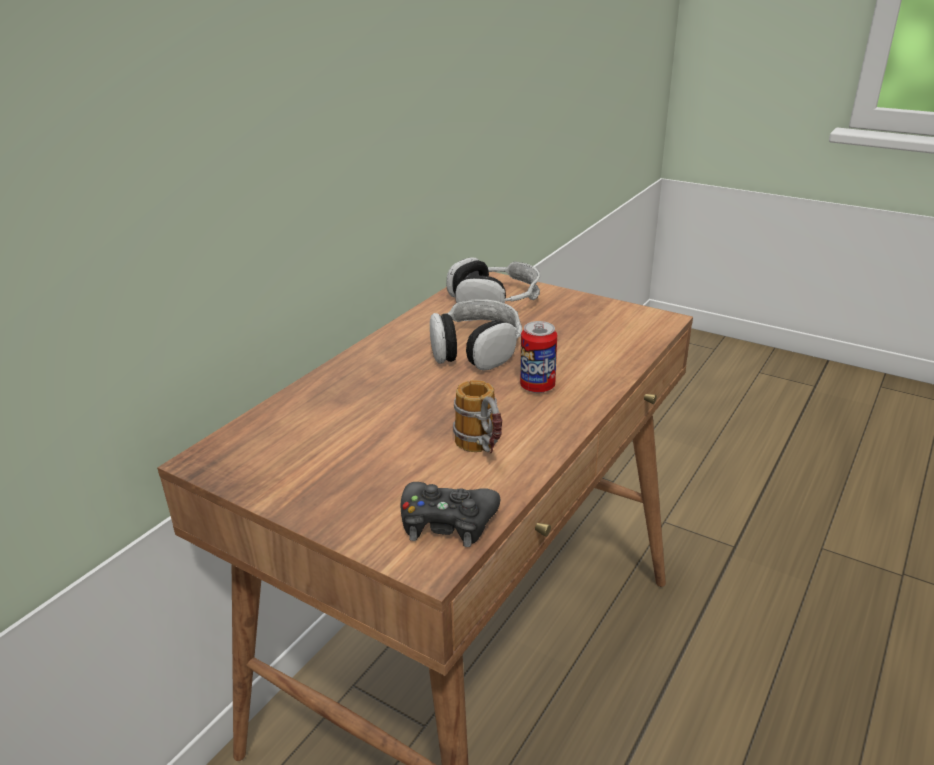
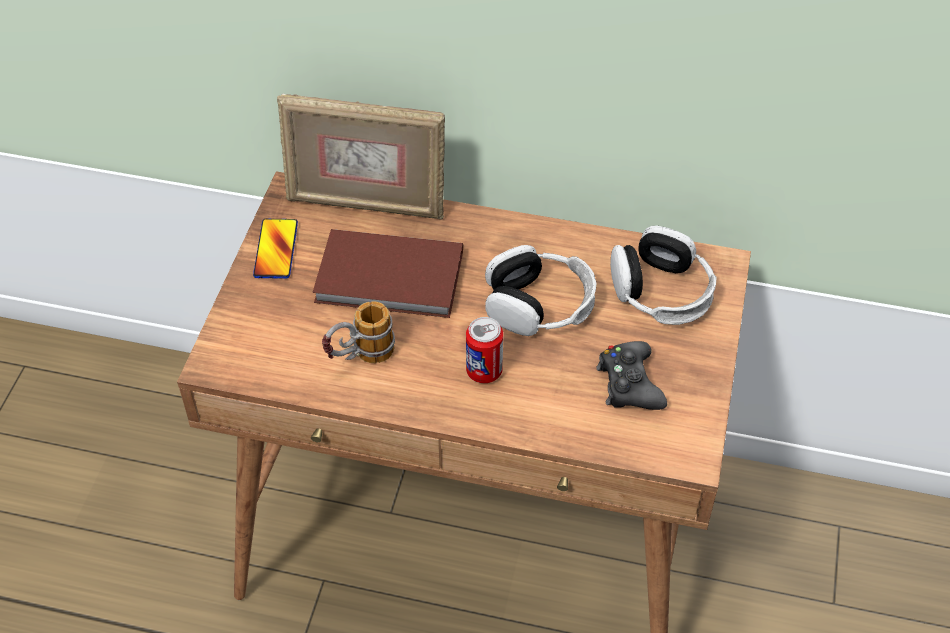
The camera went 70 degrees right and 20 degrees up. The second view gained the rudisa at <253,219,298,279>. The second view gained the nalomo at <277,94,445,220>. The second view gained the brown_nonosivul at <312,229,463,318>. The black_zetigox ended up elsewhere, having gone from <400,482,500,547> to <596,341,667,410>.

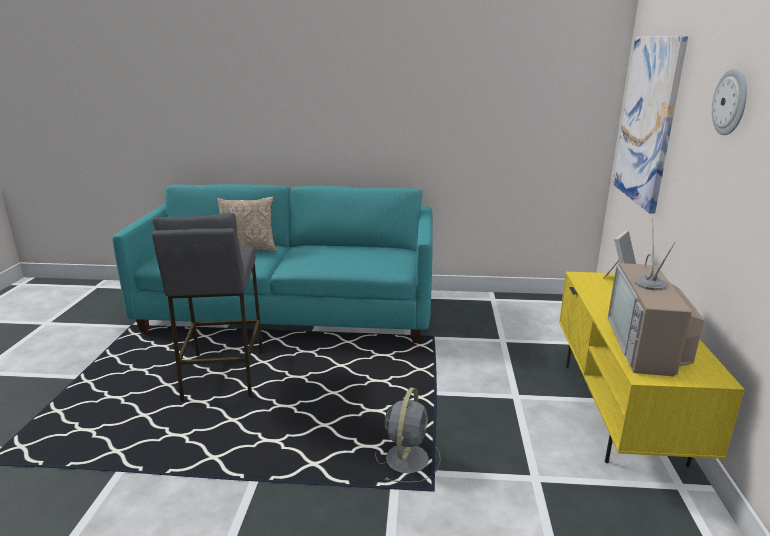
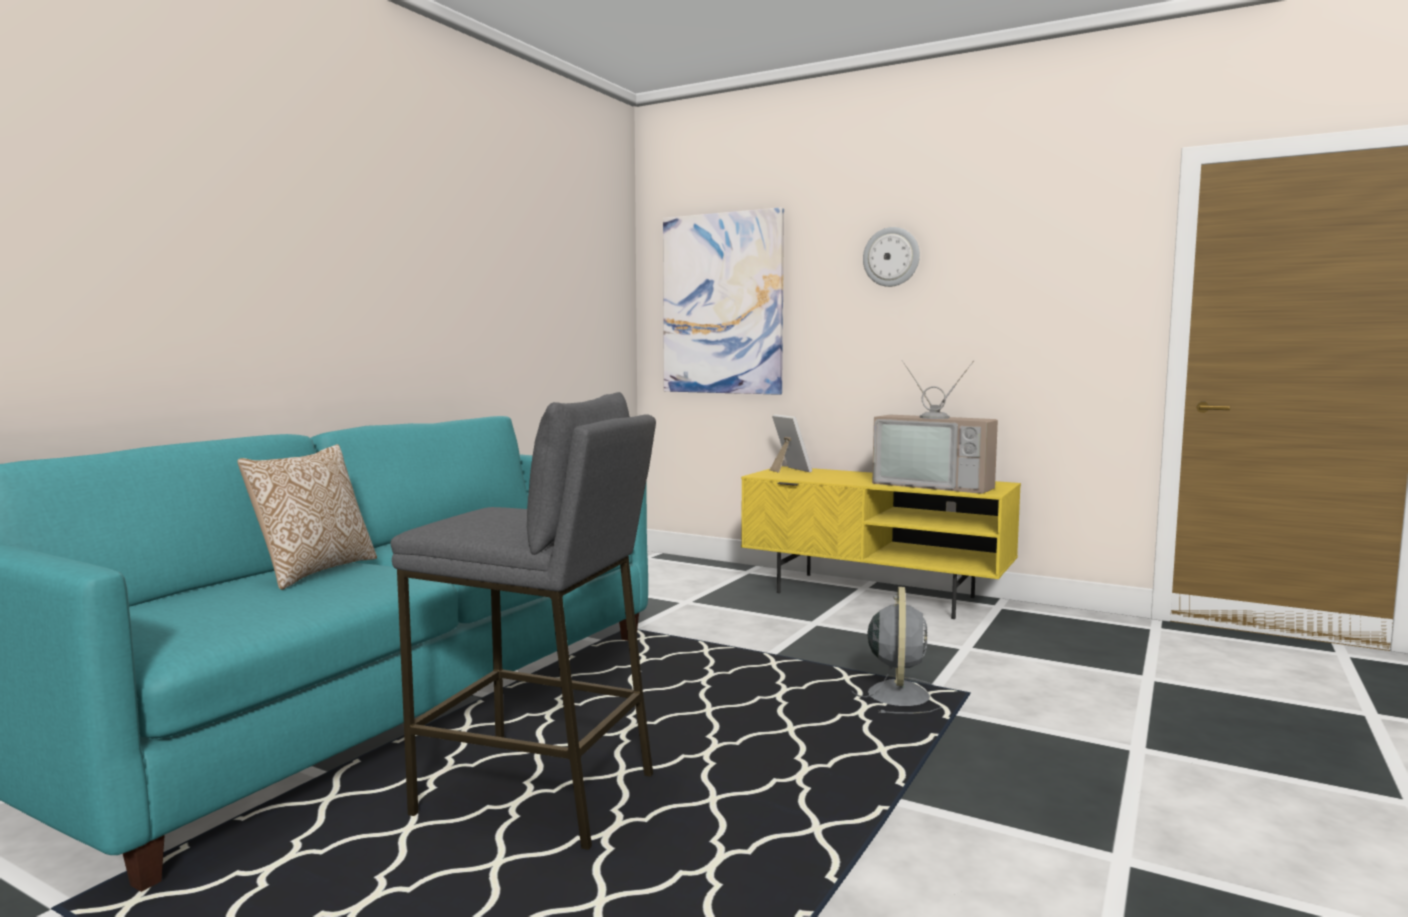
The camera went 65 degrees left and 15 degrees down. The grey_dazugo at <375,387,441,483> ended up facing another way, 60 degrees clockwise from before.

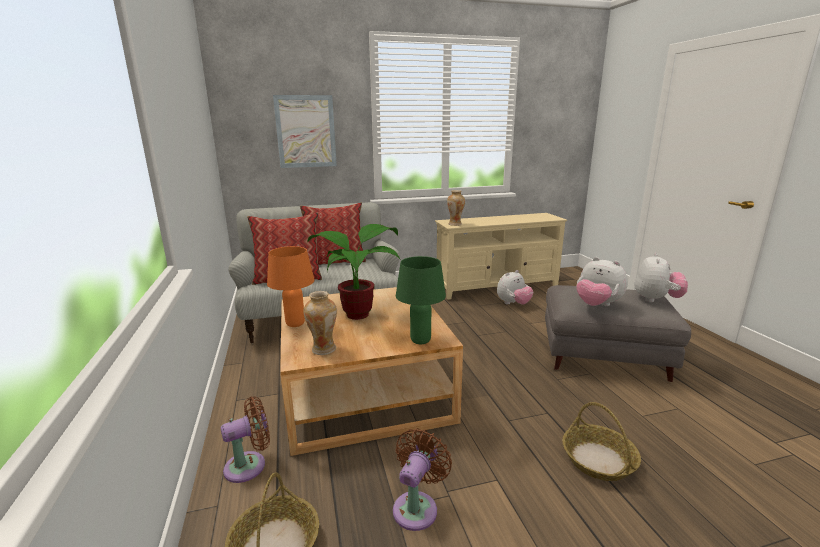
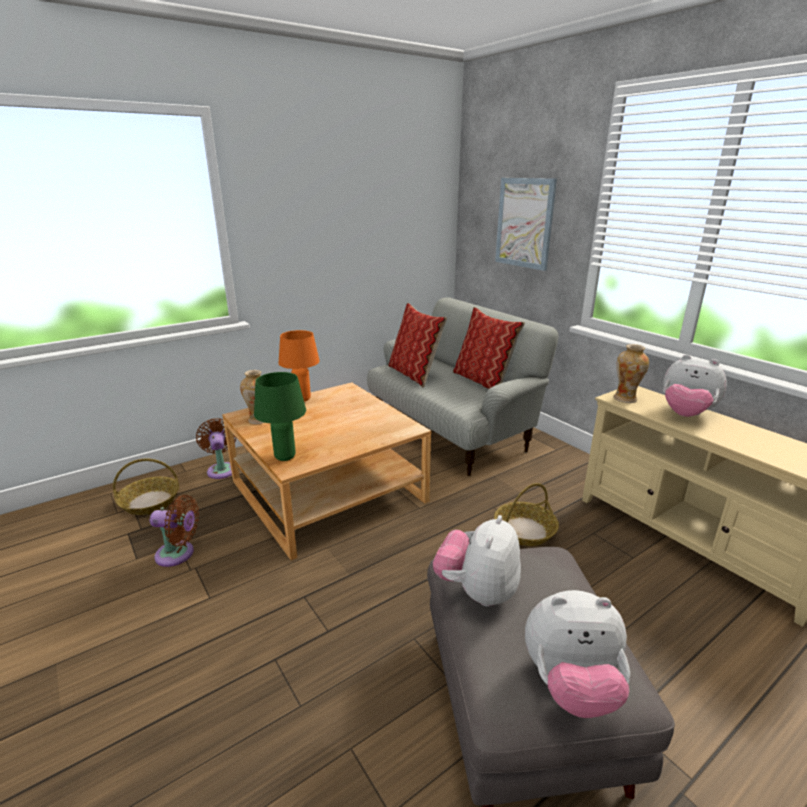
The camera went 70 degrees right and 5 degrees up. The second view lost the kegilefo at <307,224,401,320>. The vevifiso ended up elsewhere, having gone from <497,270,533,305> to <663,355,727,417>. The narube ended up elsewhere, having gone from <562,402,641,481> to <494,483,559,546>. The brown_dazugo at <221,396,270,483> ended up facing another way, 150 degrees counterclockwise from before.

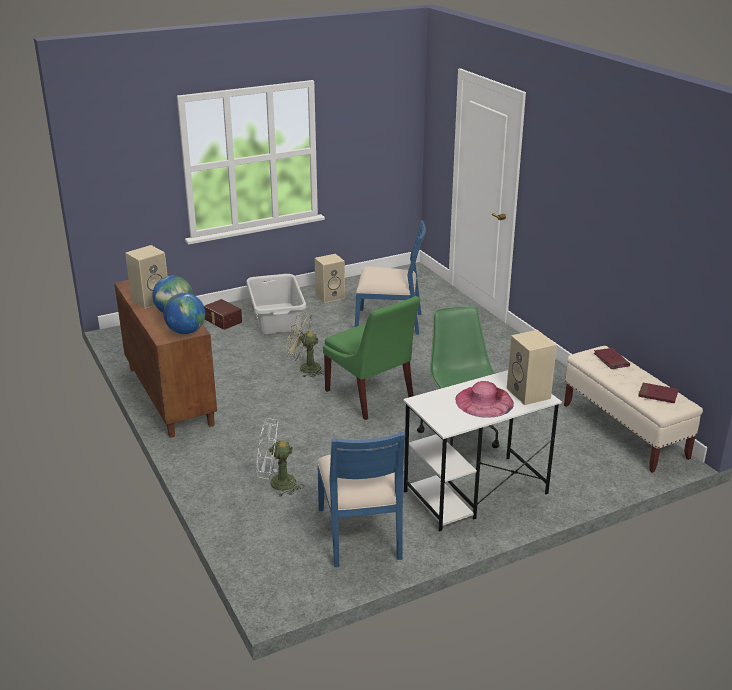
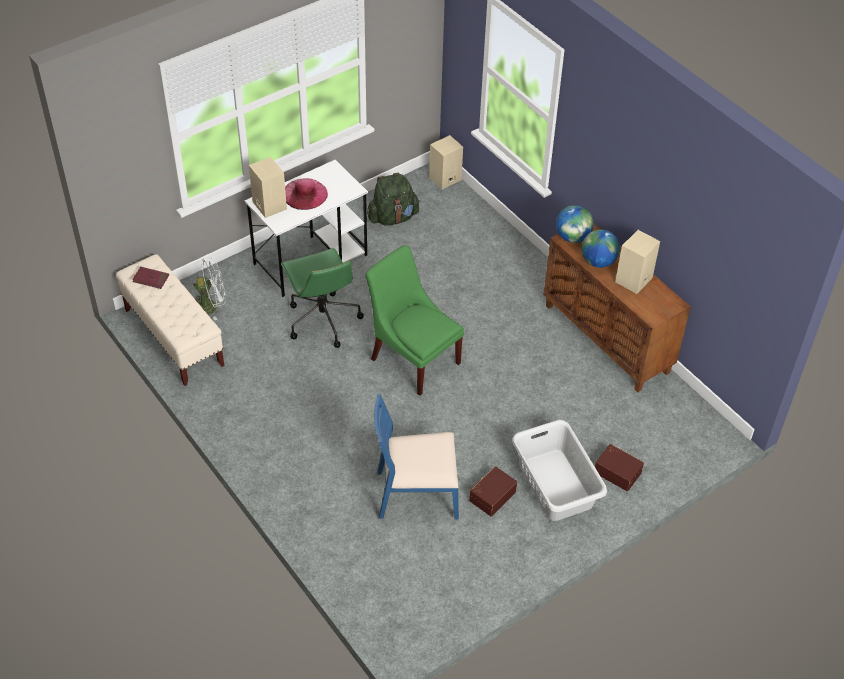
The camera went 170 degrees right and 20 degrees up. The second view lost the green_dazugo at <286,313,325,377>. The second view lost the red_nonosivul at <594,348,630,369>. The second view gained the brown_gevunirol at <469,466,517,517>. The white_dazugo ended up elsewhere, having gone from <257,418,302,497> to <193,258,225,320>. The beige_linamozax ended up elsewhere, having gone from <315,254,345,303> to <429,135,463,189>. Where the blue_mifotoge stood at <317,432,405,567>, the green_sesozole came to stand at <367,173,420,226>.

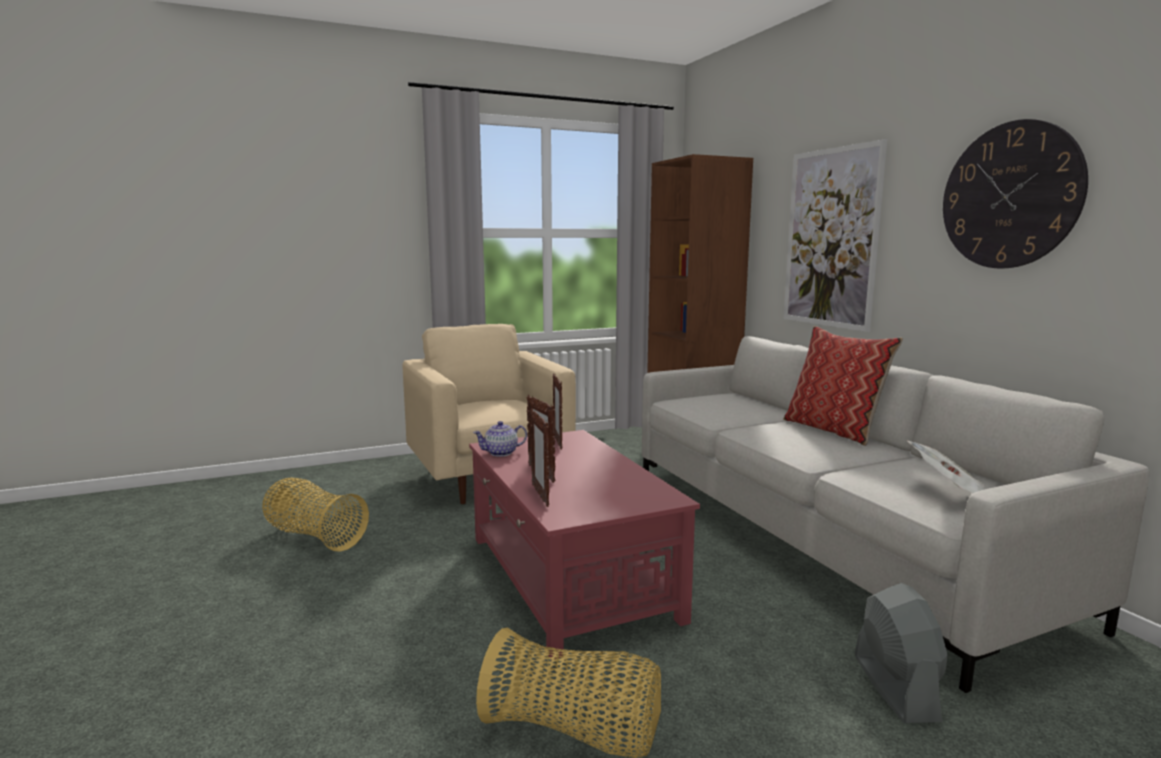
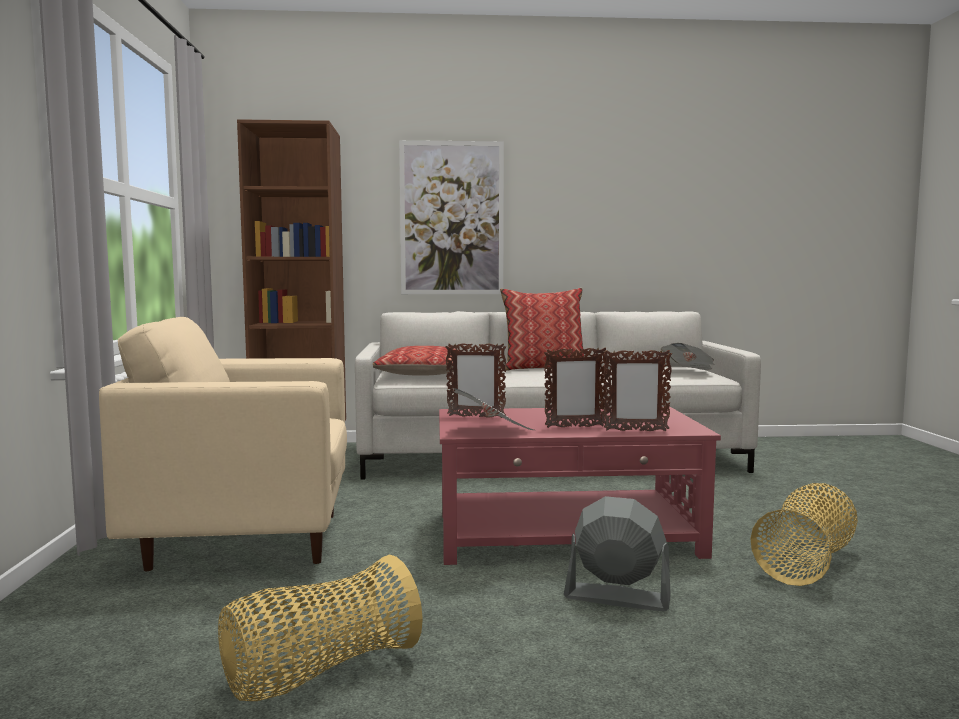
The camera went 70 degrees left and 5 degrees down. The second view lost the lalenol at <943,119,1088,269>. The second view gained the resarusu at <373,346,459,376>. The grey_dazugo ended up elsewhere, having gone from <855,583,948,723> to <564,496,671,611>. Where the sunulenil stood at <473,421,527,457>, the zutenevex came to stand at <451,388,534,430>.

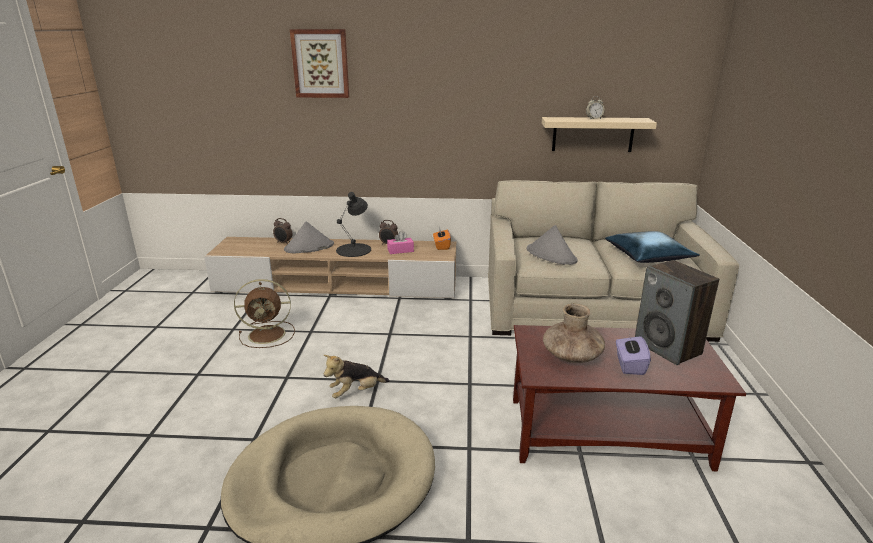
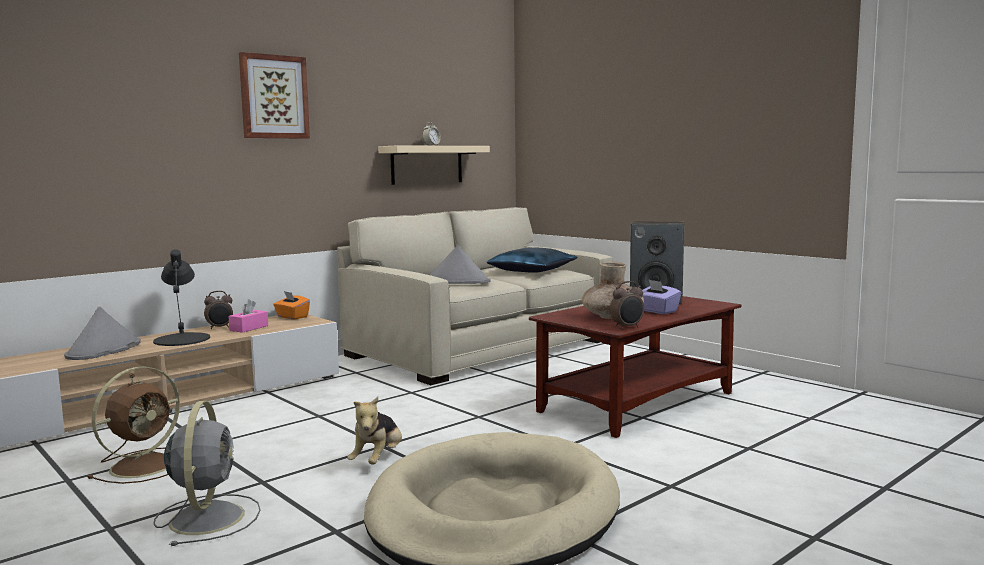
The camera went 45 degrees left and 15 degrees down. The second view gained the grey_dazugo at <154,401,261,546>. The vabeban ended up elsewhere, having gone from <273,218,293,244> to <610,281,644,329>. The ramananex ended up elsewhere, having gone from <290,29,349,98> to <239,52,310,139>.

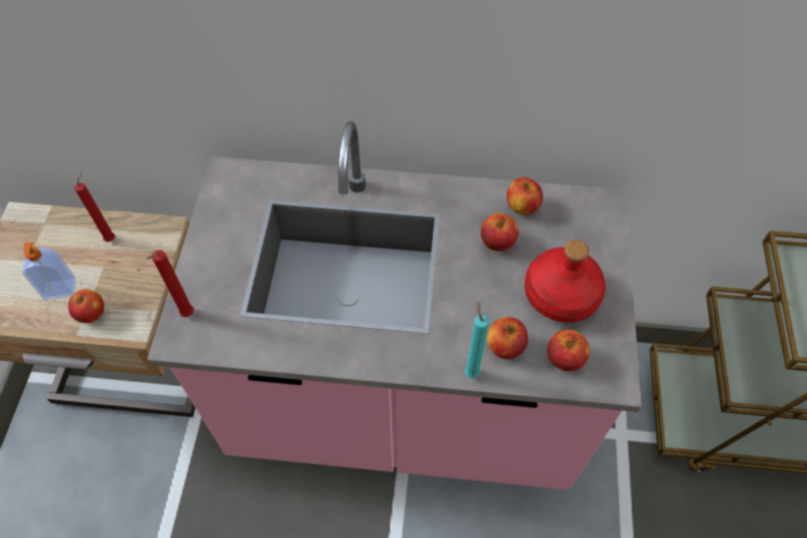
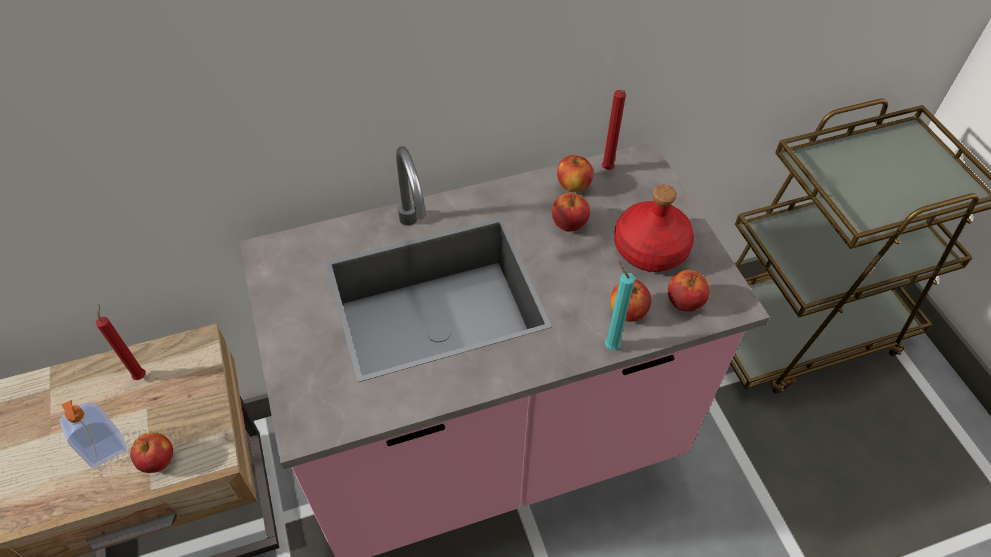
The camera went 25 degrees left and 5 degrees down. The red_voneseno ended up elsewhere, having gone from <147,250,194,317> to <602,90,626,170>.

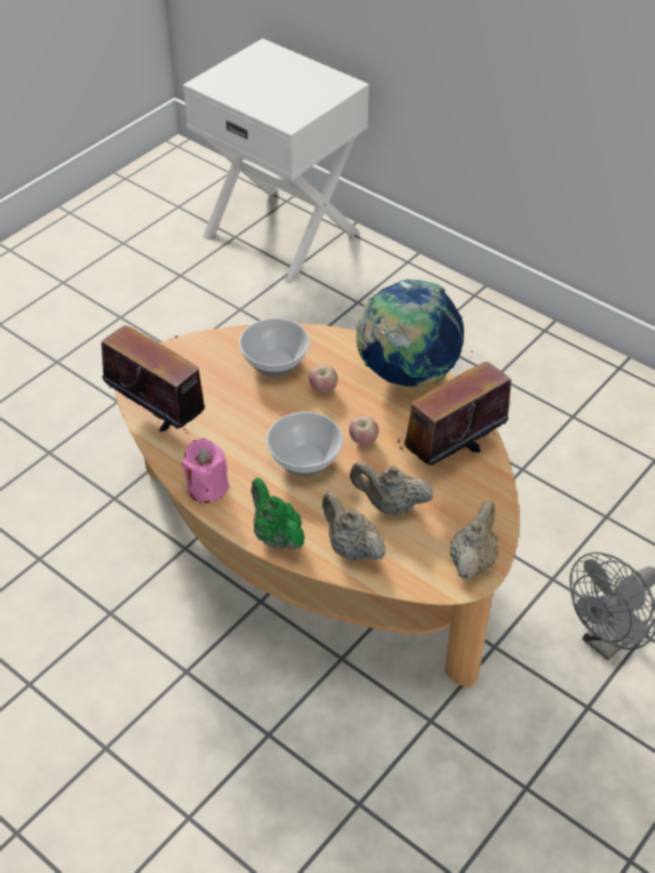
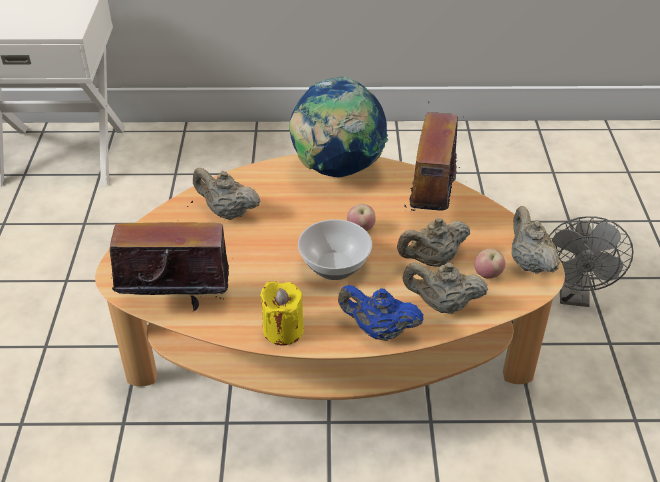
The camera went 40 degrees left and 5 degrees down. The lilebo ended up elsewhere, having gone from <309,364,338,393> to <474,249,505,279>. Where the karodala stood at <239,318,310,376>, the beige_sunulenil came to stand at <193,168,261,220>. What was the pink_voneseno at <182,438,229,503> turned into the yellow_voneseno at <260,281,304,346>. What was the green_sunulenil at <251,478,305,549> turned into the blue_sunulenil at <338,285,424,341>.

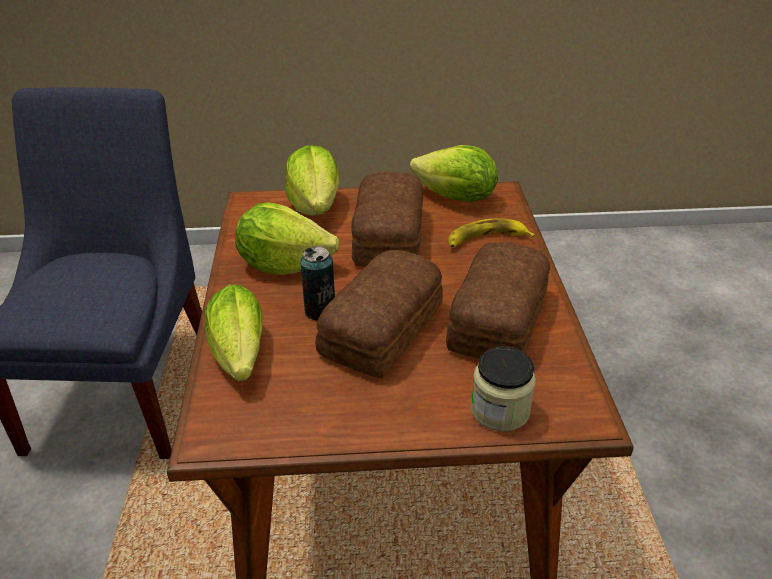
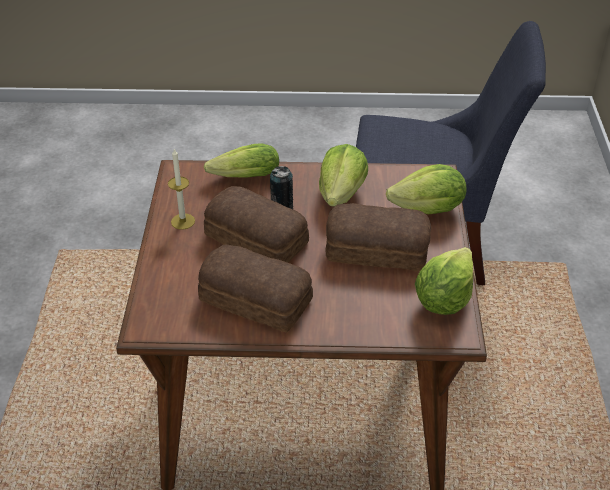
The camera went 95 degrees right and 5 degrees up. The second view lost the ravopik at <448,218,536,248>. The second view lost the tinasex at <471,346,536,432>. The second view gained the voneseno at <168,149,195,230>.

